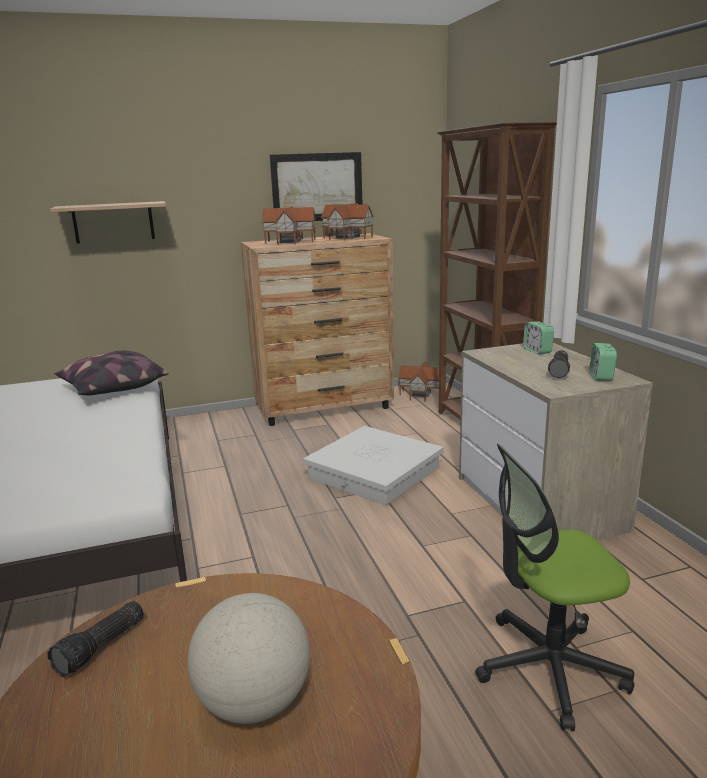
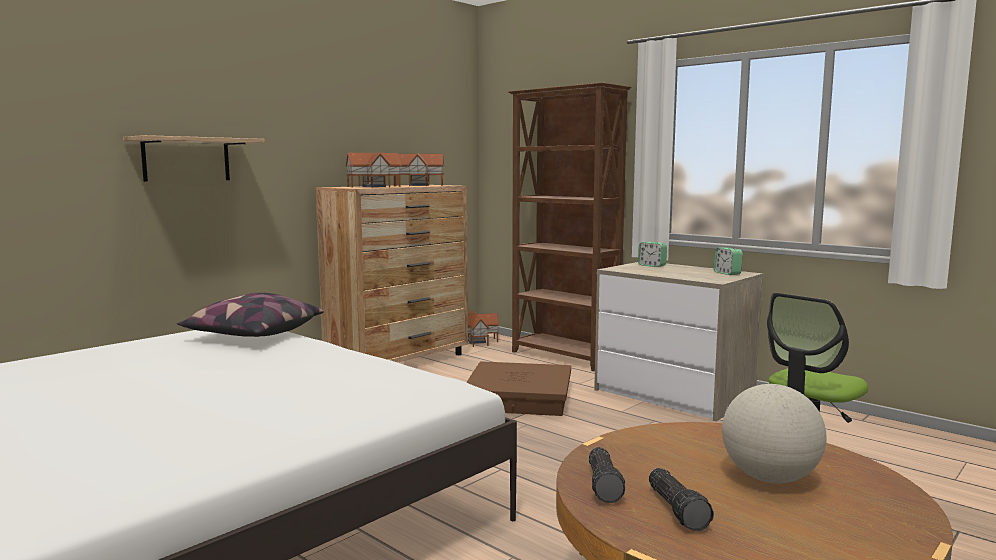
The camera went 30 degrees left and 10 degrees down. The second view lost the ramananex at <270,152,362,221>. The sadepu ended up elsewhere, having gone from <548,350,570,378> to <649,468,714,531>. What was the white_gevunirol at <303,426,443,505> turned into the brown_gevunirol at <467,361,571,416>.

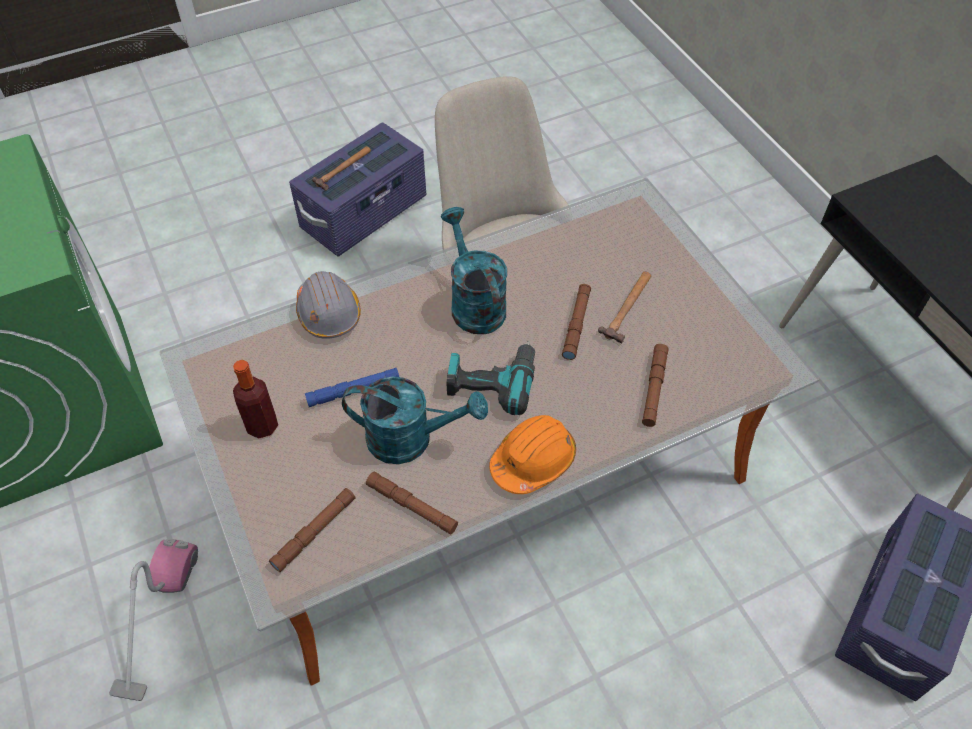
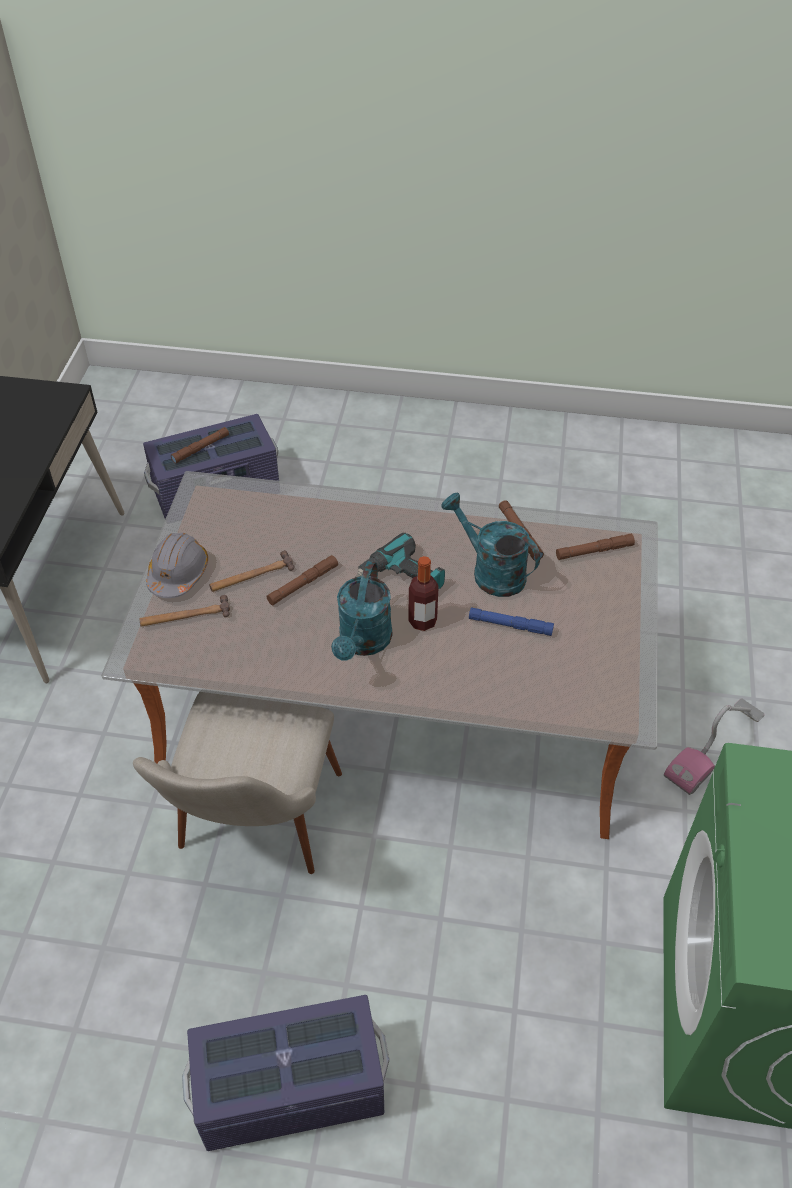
The camera went 145 degrees left and 5 degrees down. The second view lost the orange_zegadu at <489,415,576,494>. The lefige ended up elsewhere, having gone from <233,360,278,439> to <408,556,439,631>. The grey_zegadu ended up elsewhere, having gone from <296,271,361,339> to <146,533,208,598>. The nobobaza ended up elsewhere, having gone from <312,146,371,191> to <140,595,230,627>. The brown_sadepu ended up elsewhere, having gone from <642,344,669,427> to <171,427,229,463>.

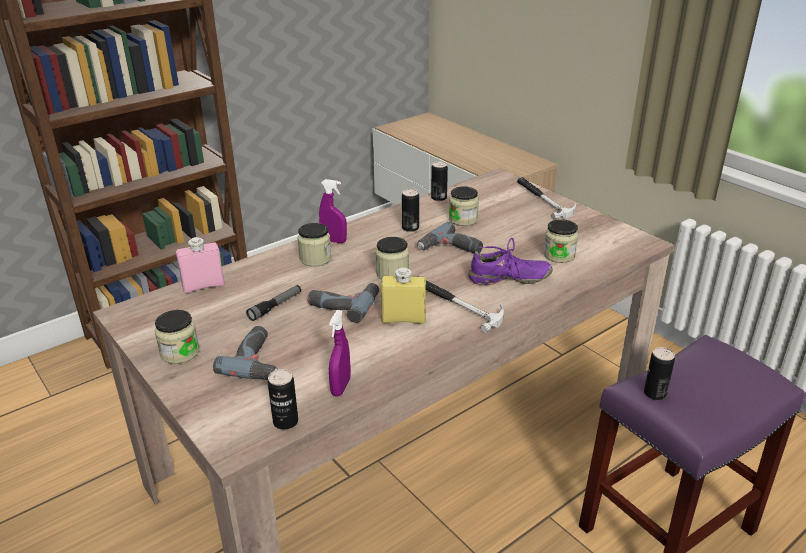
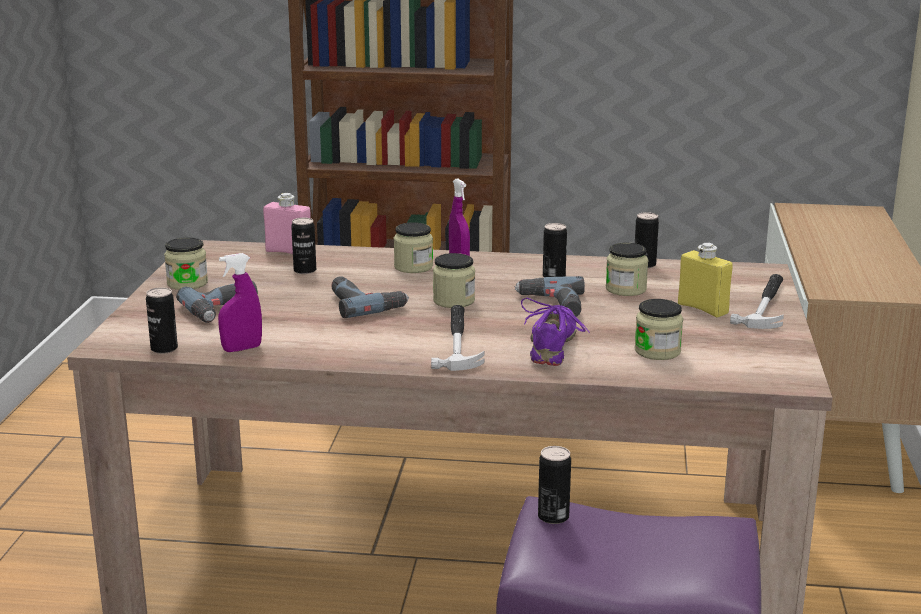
The camera went 45 degrees right and 10 degrees down. The second view lost the sadepu at <246,285,301,321>. The second view gained the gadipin at <291,218,316,274>. The yellow_lefige ended up elsewhere, having gone from <381,267,426,324> to <678,243,732,318>. The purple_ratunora at <468,238,553,285> ended up facing another way, 120 degrees counterclockwise from before.

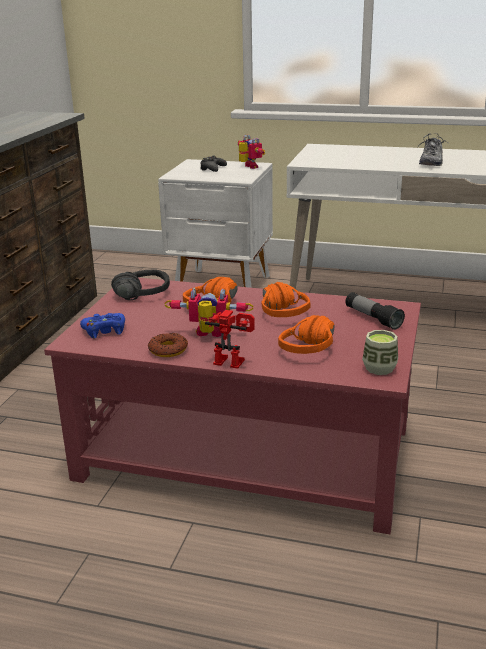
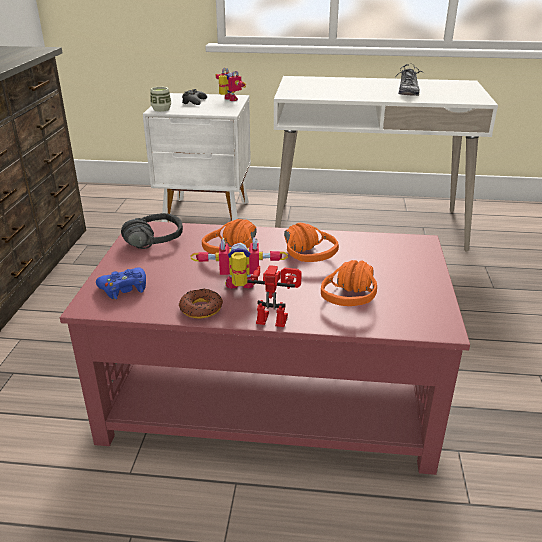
The camera went 10 degrees left and 5 degrees up. The second view lost the sadepu at <346,292,405,330>. The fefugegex ended up elsewhere, having gone from <362,330,398,375> to <151,87,171,112>.

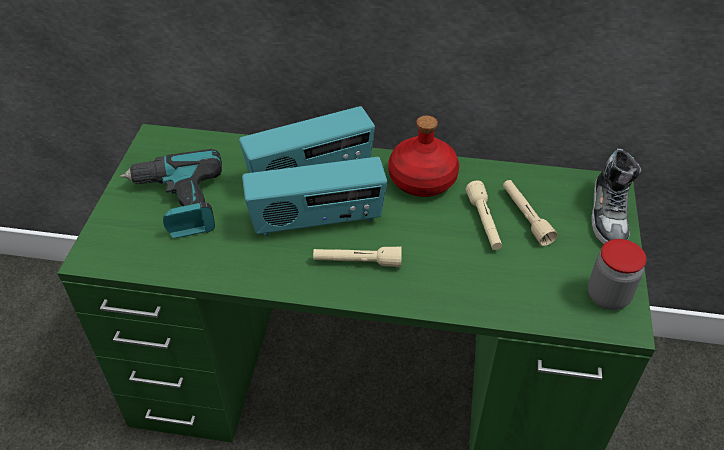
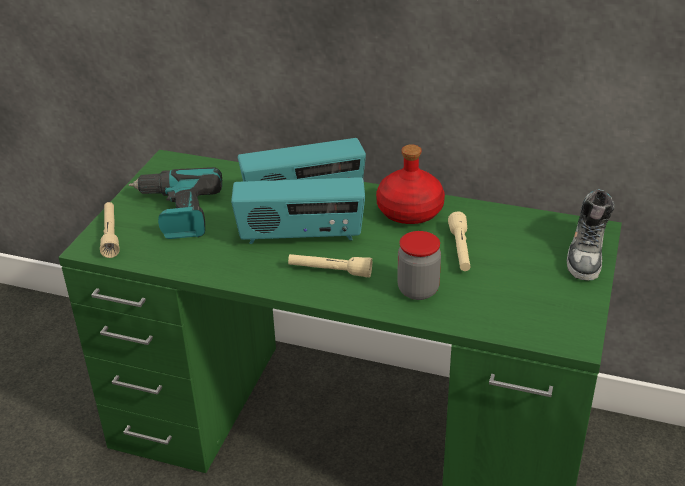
The camera went 10 degrees right and 10 degrees down. The beige_sadepu ended up elsewhere, having gone from <503,180,558,246> to <100,202,119,258>. The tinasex ended up elsewhere, having gone from <588,239,647,310> to <397,231,441,300>.

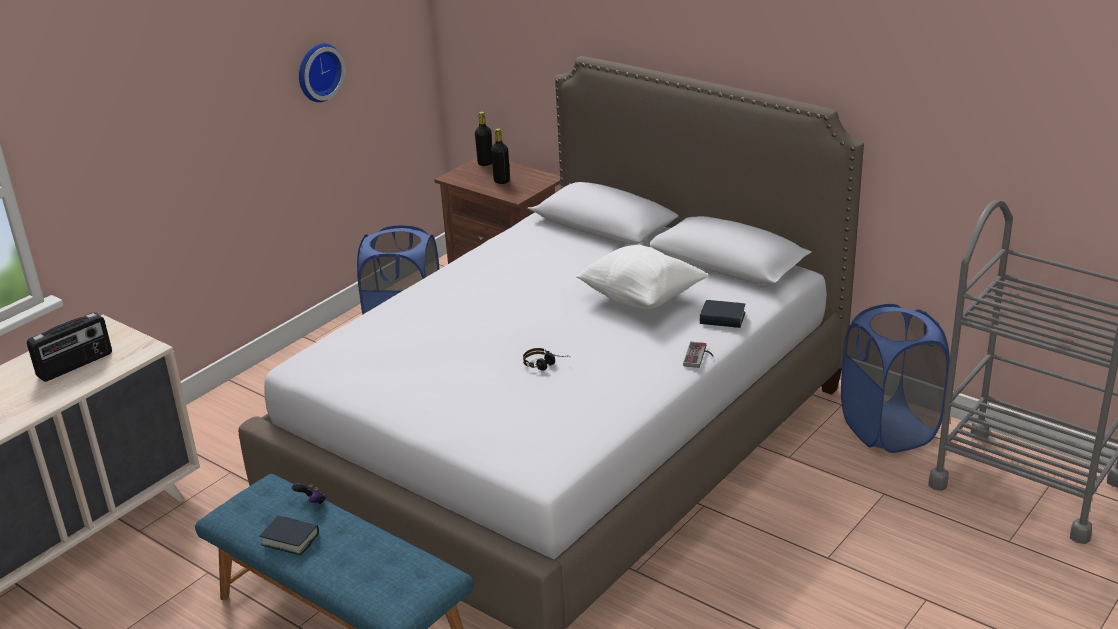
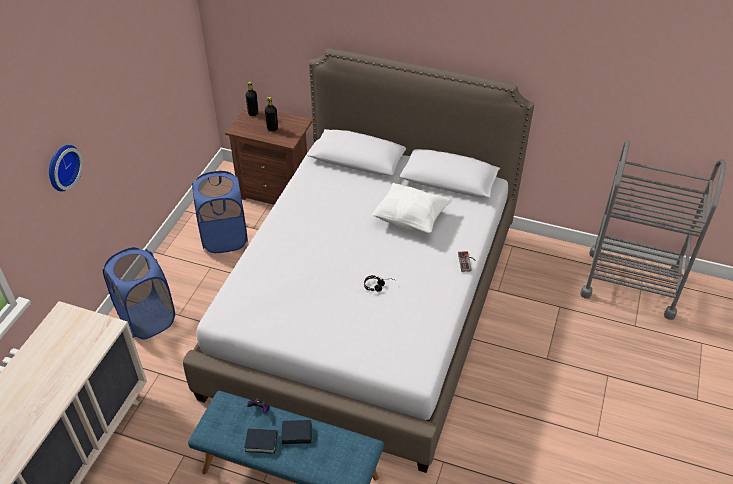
The camera went 20 degrees left and 15 degrees up. The second view lost the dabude at <27,312,112,382>. The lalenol ended up elsewhere, having gone from <299,43,345,102> to <49,145,83,192>. The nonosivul ended up elsewhere, having gone from <700,300,745,328> to <281,420,312,444>. The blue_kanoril ended up elsewhere, having gone from <841,304,950,453> to <103,247,175,340>.

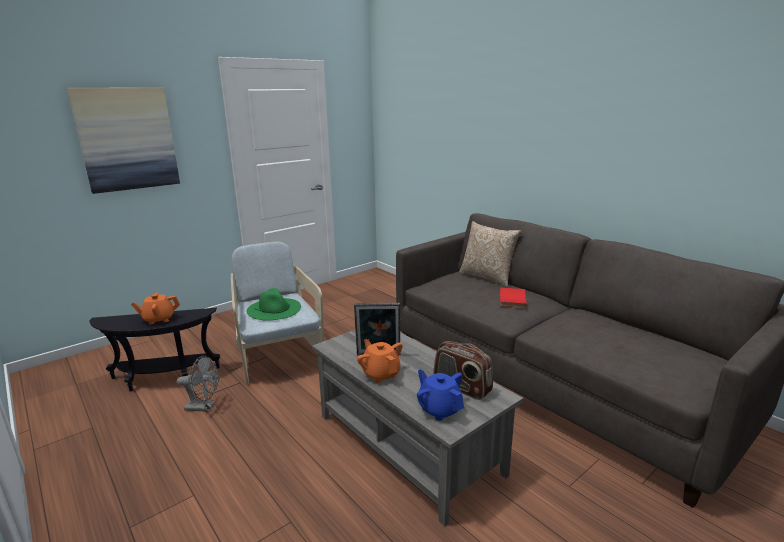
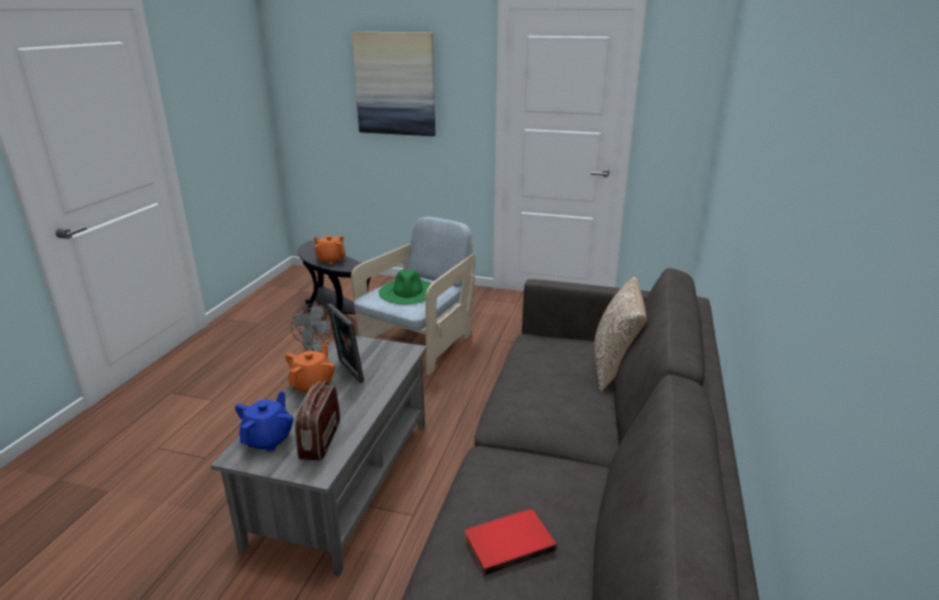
The camera went 55 degrees right and 5 degrees up. The red_nonosivul ended up elsewhere, having gone from <500,288,527,308> to <465,509,557,576>.

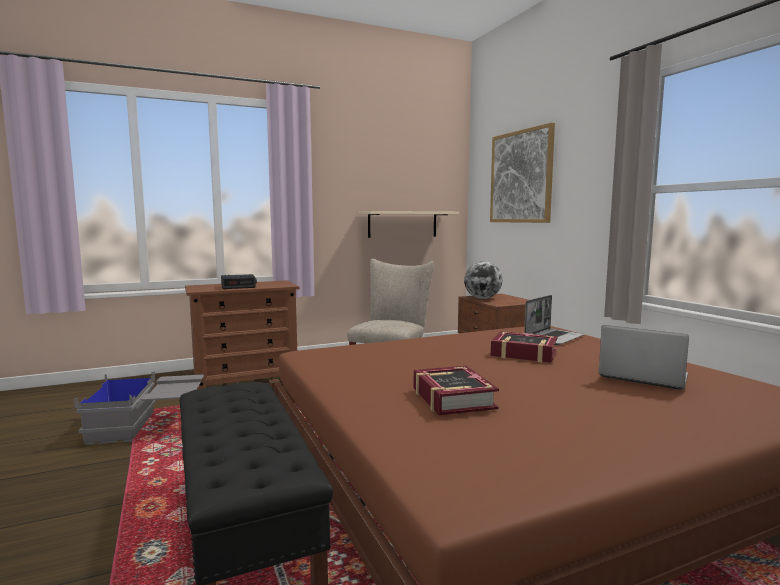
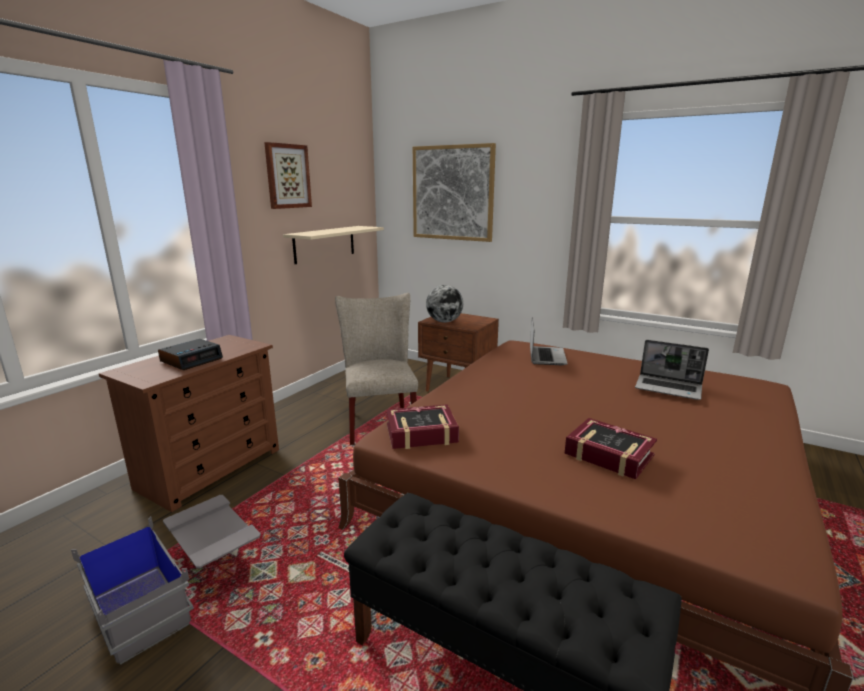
The camera went 35 degrees left and 10 degrees up. The second view gained the ramananex at <264,142,312,209>. The nonosivul ended up elsewhere, having gone from <491,331,558,363> to <386,404,459,449>. The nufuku at <599,325,689,390> ended up facing another way, 150 degrees counterclockwise from before.

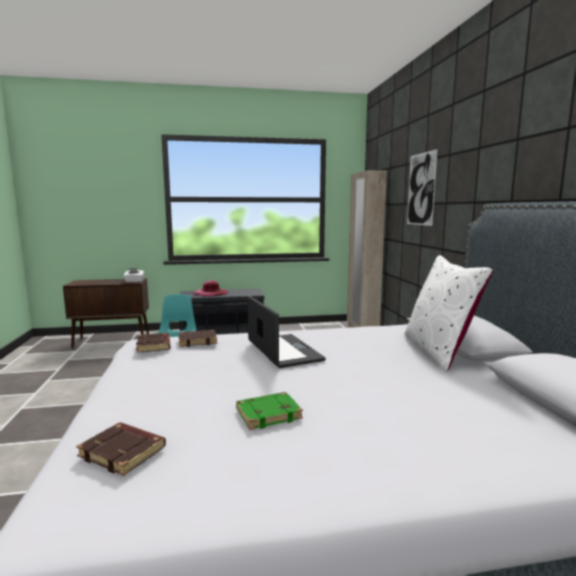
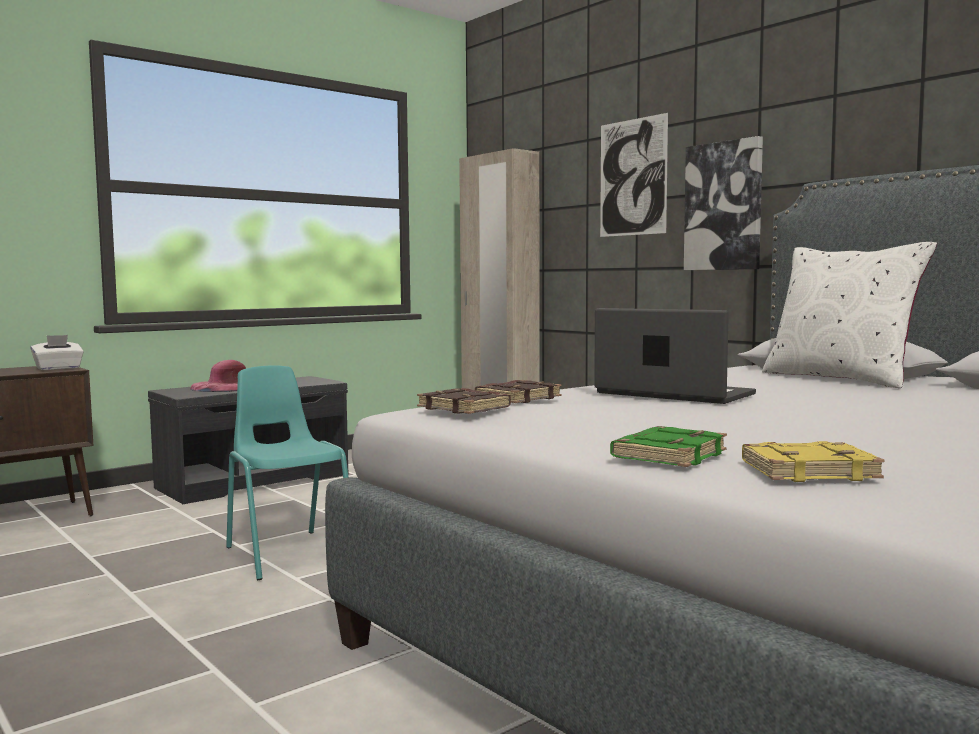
The camera went 30 degrees left and 5 degrees down. The second view gained the ramananex at <684,136,763,270>. The green_nonosivul ended up elsewhere, having gone from <236,392,303,430> to <610,426,727,467>. What was the brown_nonosivul at <76,423,166,476> turned into the yellow_nonosivul at <742,441,884,482>.

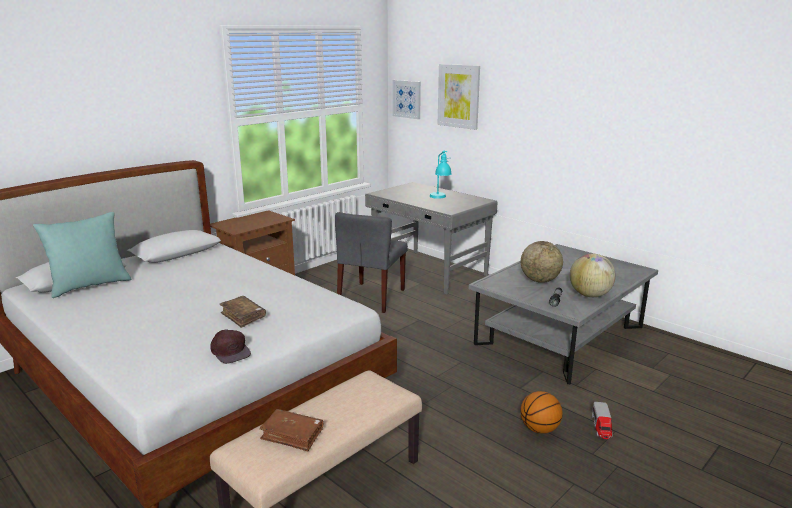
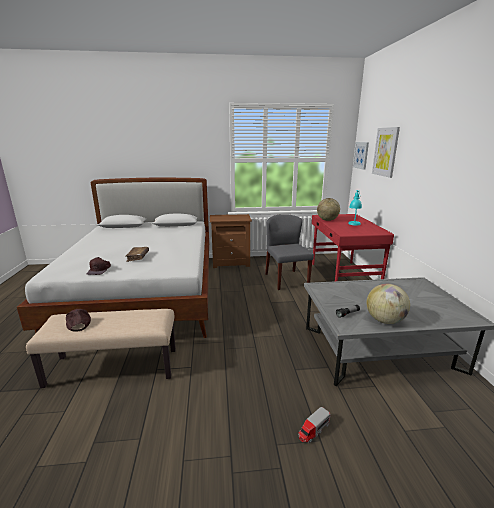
The camera went 40 degrees right and 0 degrees up. The second view lost the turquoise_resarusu at <33,212,131,298>. The second view lost the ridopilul at <520,391,562,434>. The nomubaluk ended up elsewhere, having gone from <521,241,563,283> to <317,198,340,221>. Where the brown_nonosivul stood at <259,409,323,451>, the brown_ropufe came to stand at <66,309,91,332>. What was the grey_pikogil at <365,182,497,294> turned into the red_pikogil at <312,214,394,281>. The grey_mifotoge at <335,212,408,313> ended up facing another way, 105 degrees clockwise from before.

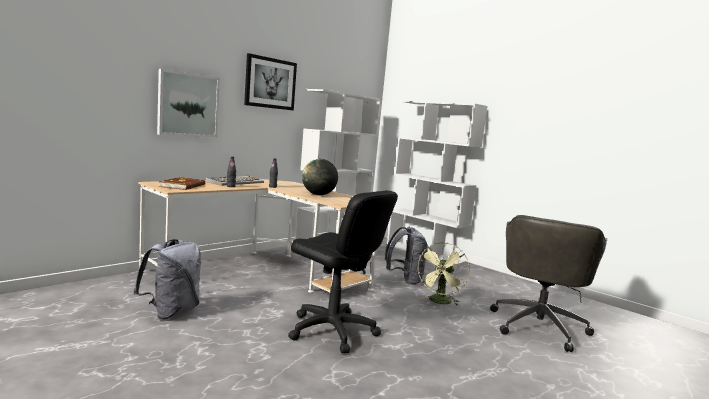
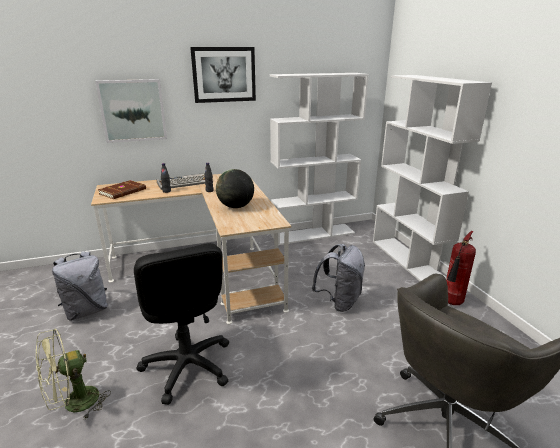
The camera went 30 degrees right and 15 degrees up. The second view gained the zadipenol at <446,231,476,305>. The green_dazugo ended up elsewhere, having gone from <416,242,470,306> to <36,329,111,420>.

